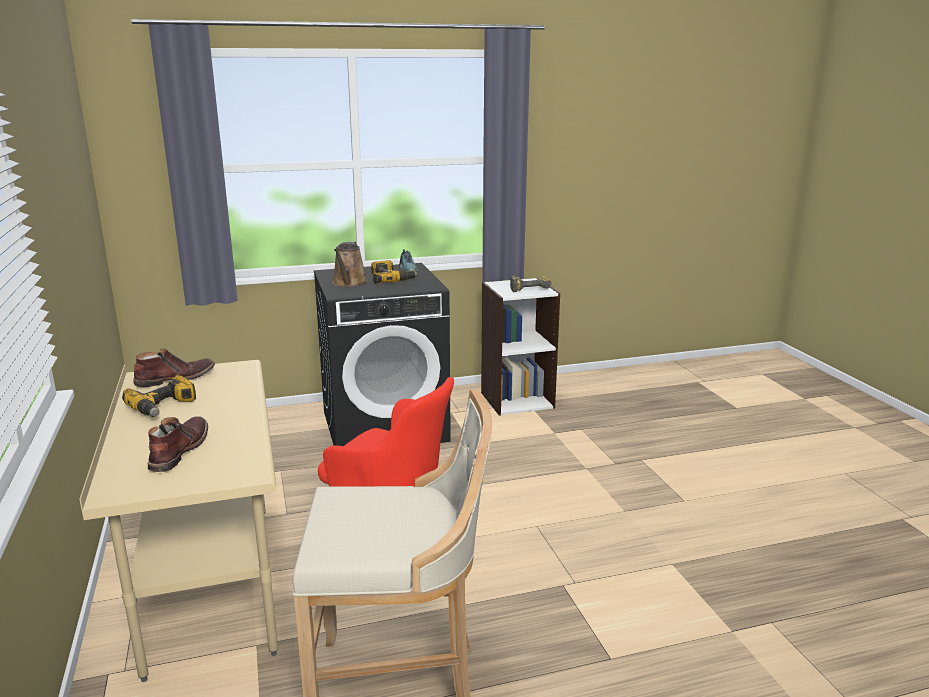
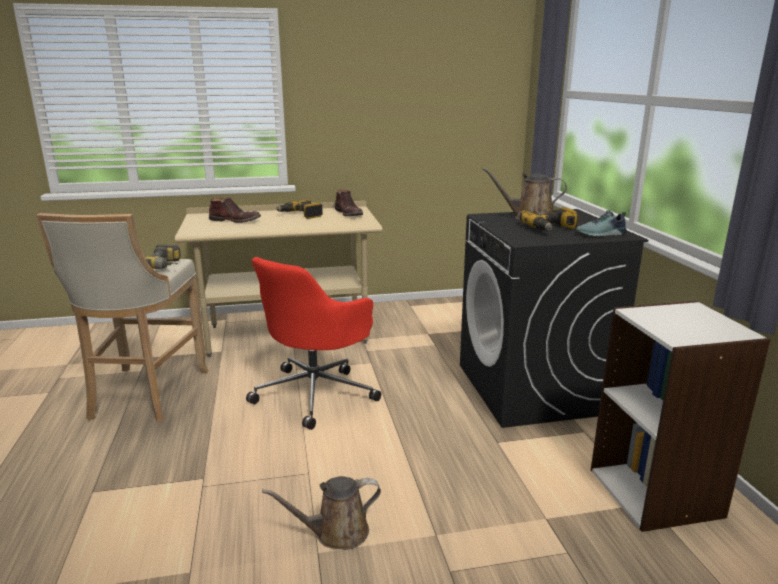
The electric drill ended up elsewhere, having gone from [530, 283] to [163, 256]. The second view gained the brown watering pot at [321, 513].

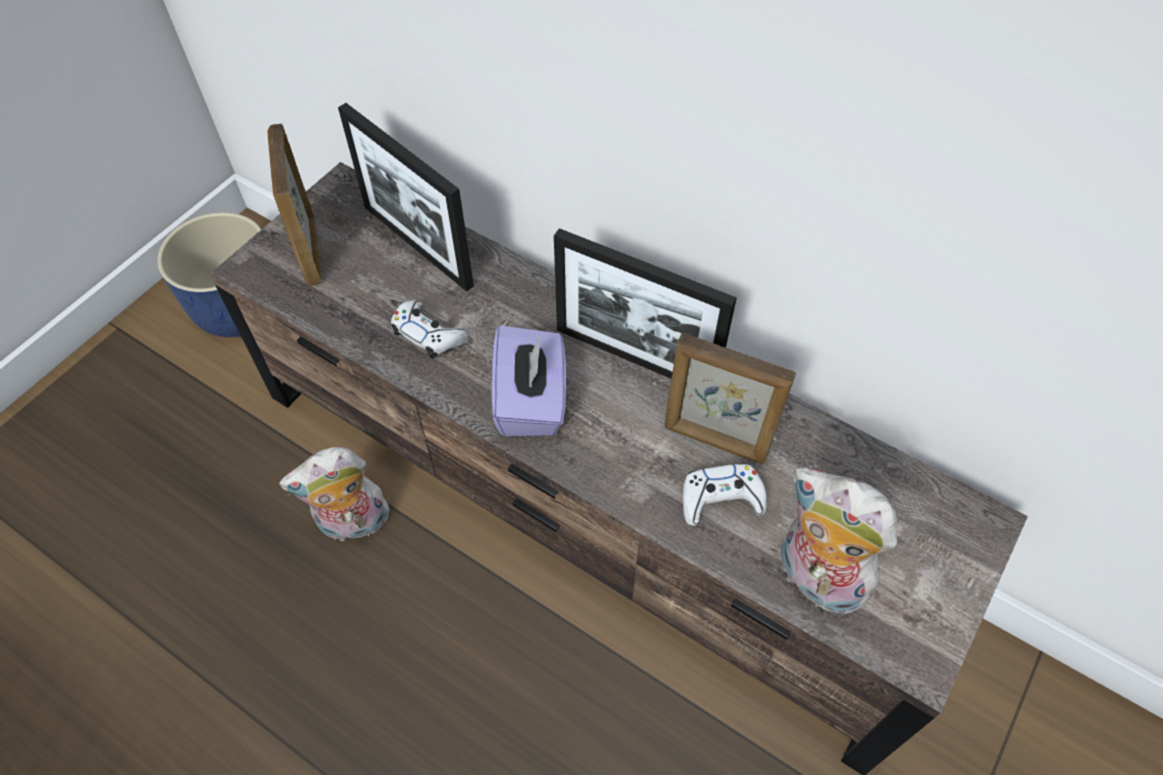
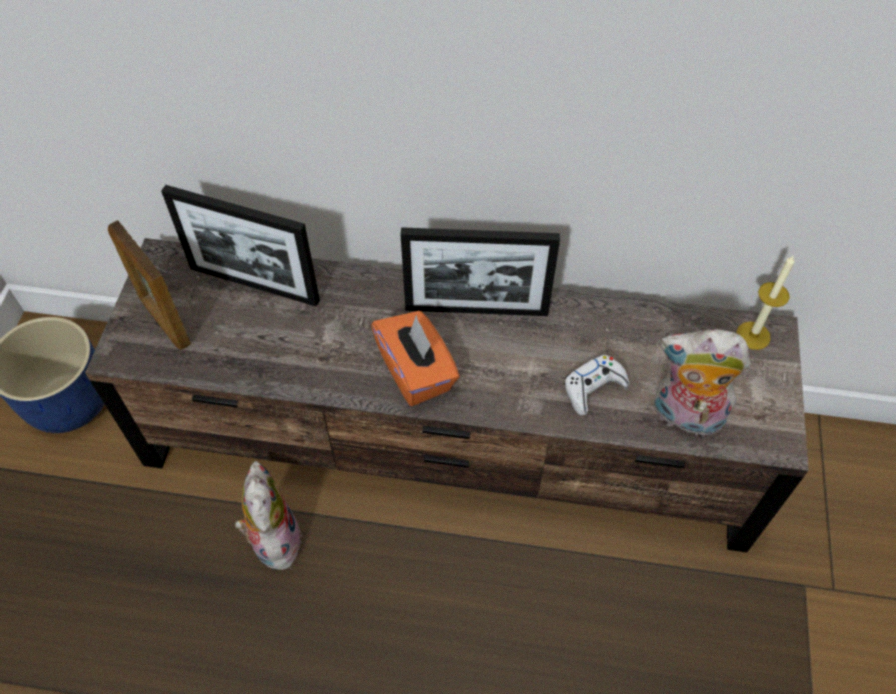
The cuddly toy at [334, 494] ended up facing another way, 120 degrees clockwise from before. The second view lost the white game controller at [429, 330]. What was the purplish tissue box at [528, 380] turned into the orange-coloured tissue box at [415, 358]. The second view lost the photo frame at [730, 398]. The second view gained the wax light at [765, 303].

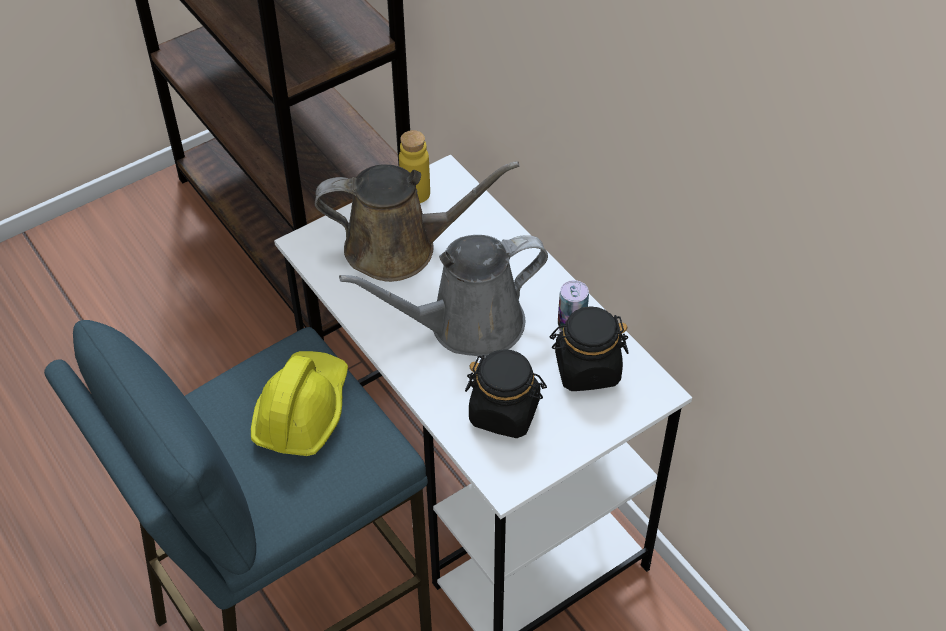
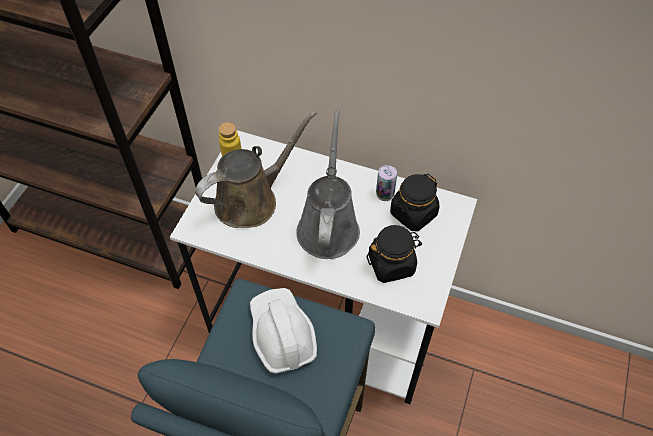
What was the yellowish work helmet at [299, 403] turned into the white work helmet at [283, 330]. The gray watering pot at [443, 295] ended up facing another way, 150 degrees clockwise from before.

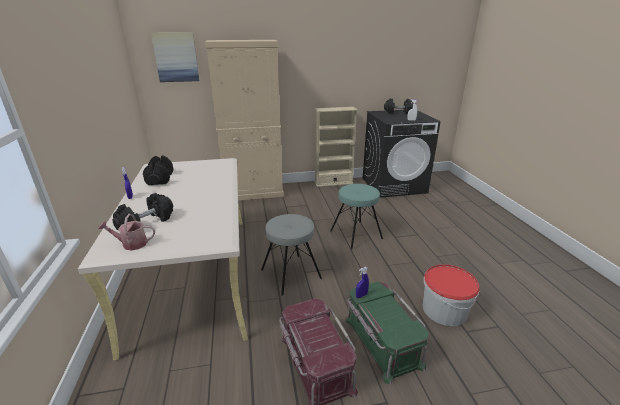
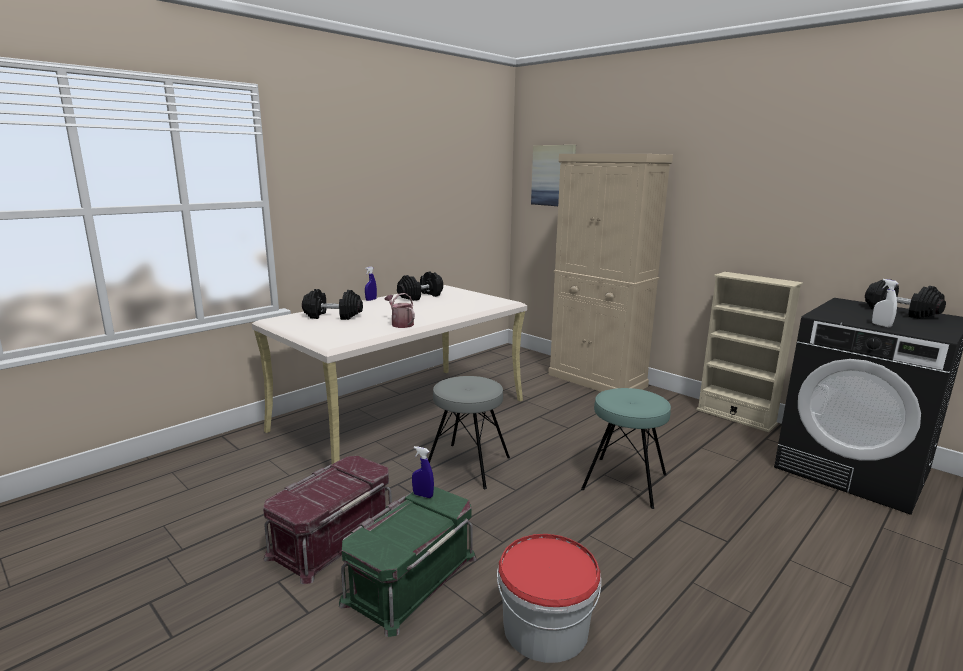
The watering pot ended up elsewhere, having gone from [126, 232] to [399, 310].

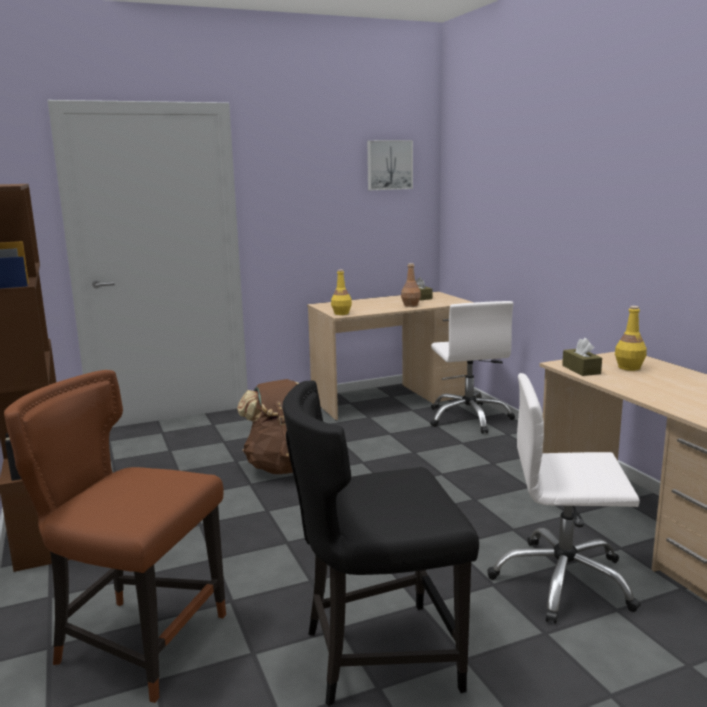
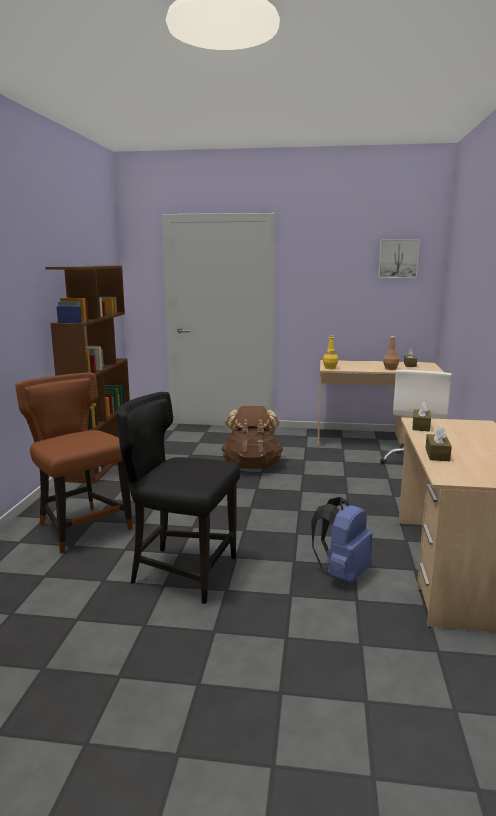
Where the white office chair stood at [564, 498], the bluish backpack came to stand at [341, 540]. The second view lost the yellowish drink bottle at [631, 338]. The second view gained the brown tissue box at [439, 443].

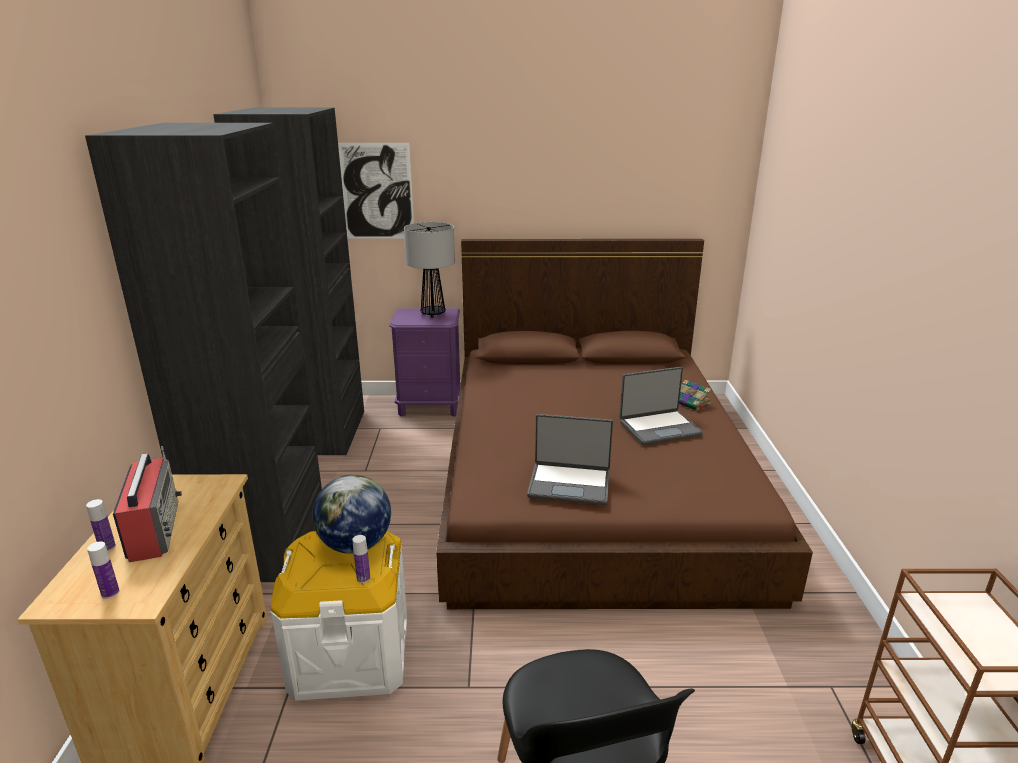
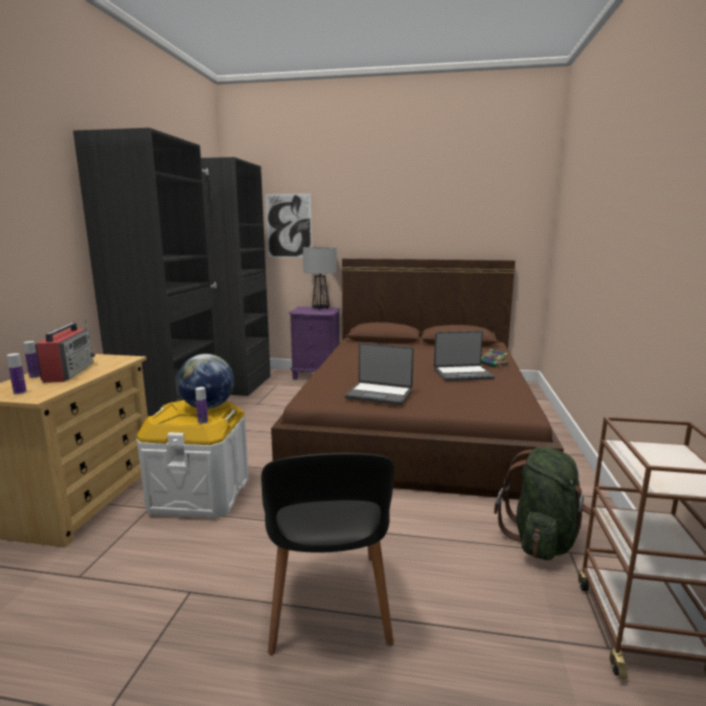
The second view gained the greenish backpack at [542, 503].

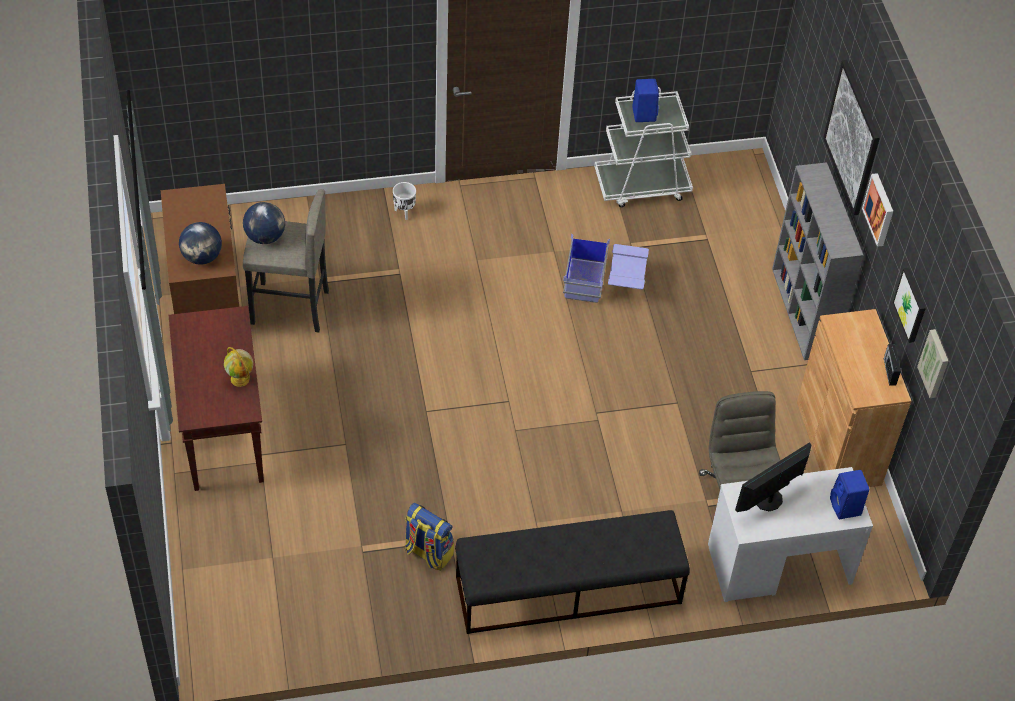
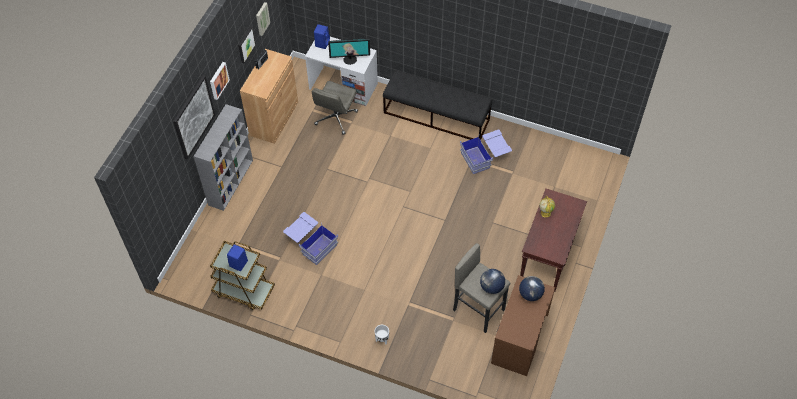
Where the backpack stood at [429, 536], the bluish storage box came to stand at [486, 151]. What was the white cart at [643, 147] turned into the brown cart at [242, 275].

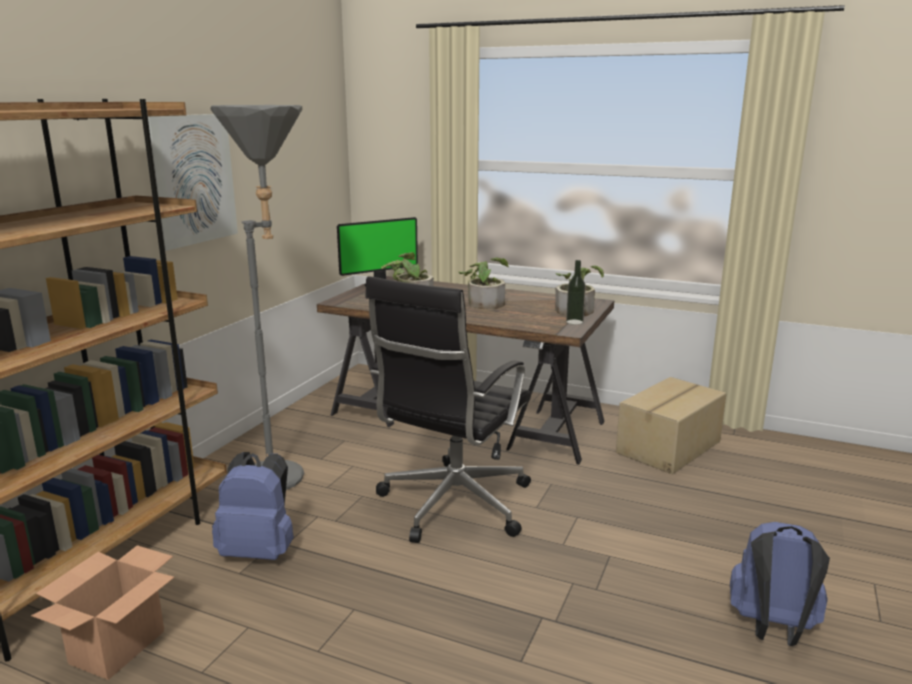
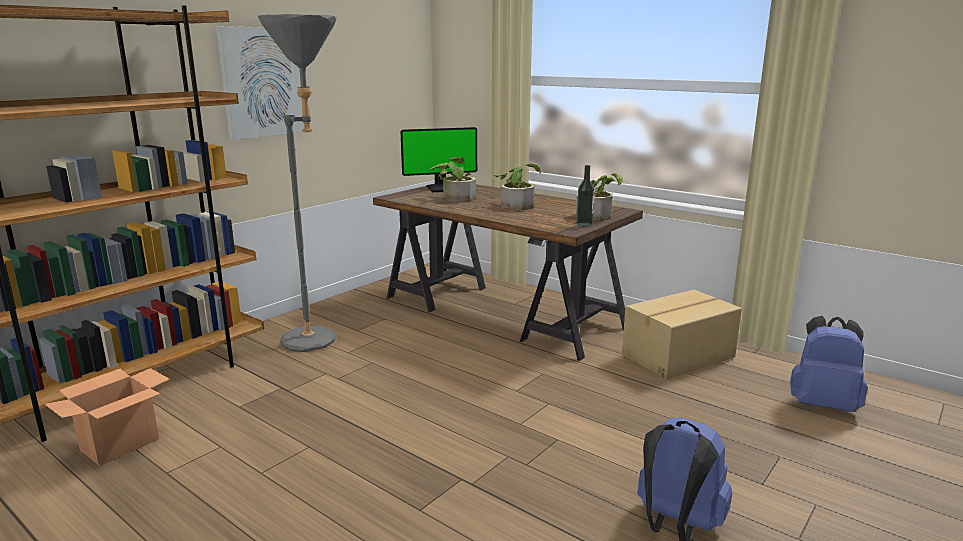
The bluish backpack ended up elsewhere, having gone from [253, 506] to [829, 364]. The second view lost the black office chair at [448, 409].

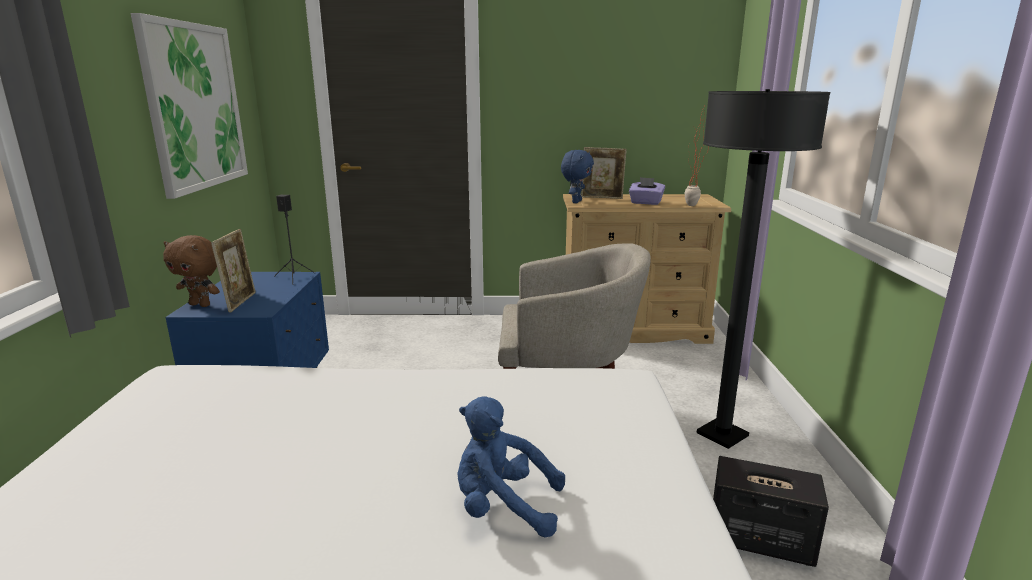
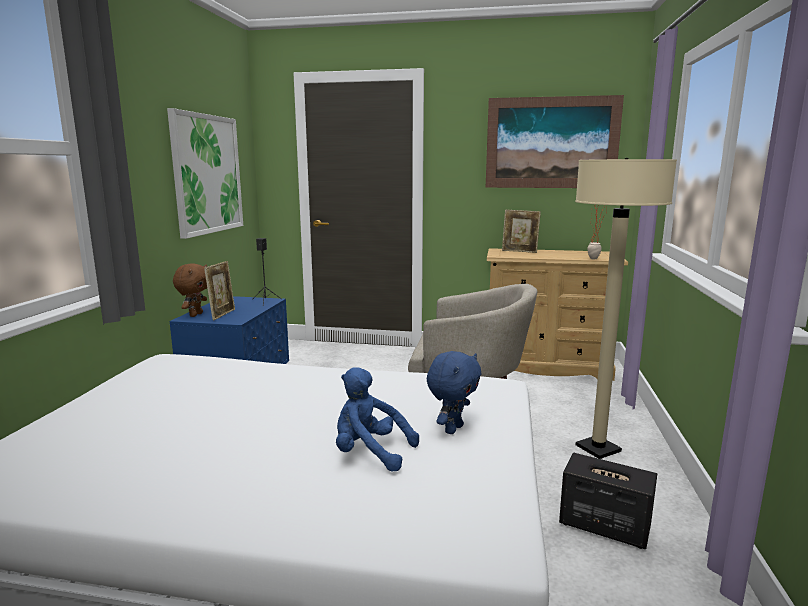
The brown cuddly toy at [191, 271] ended up facing another way, 105 degrees counterclockwise from before. The bluish cuddly toy ended up elsewhere, having gone from [577, 176] to [454, 392]. The second view lost the purplish tissue box at [647, 191]. What was the black standing lamp at [764, 269] turned into the beige-coloured standing lamp at [626, 308]. The second view gained the wall picture at [555, 141].

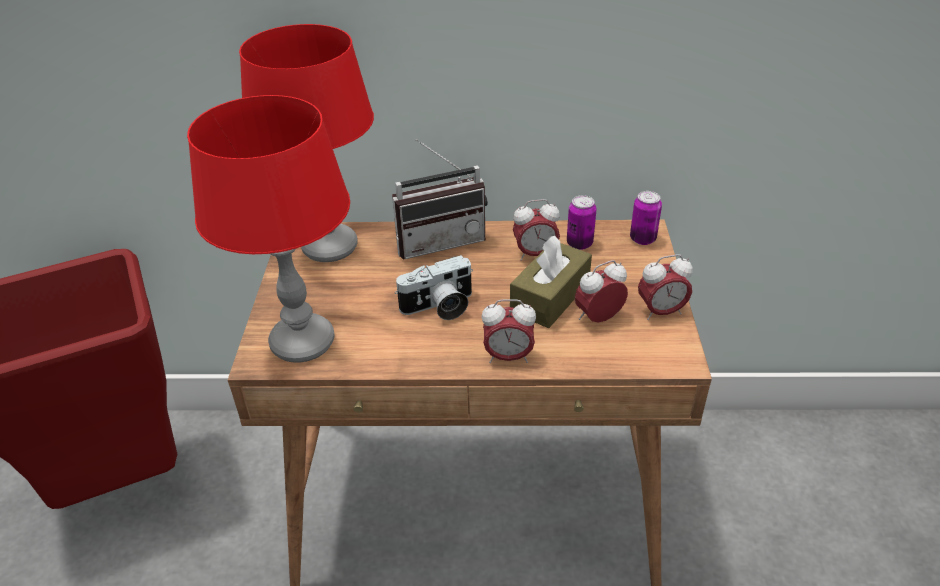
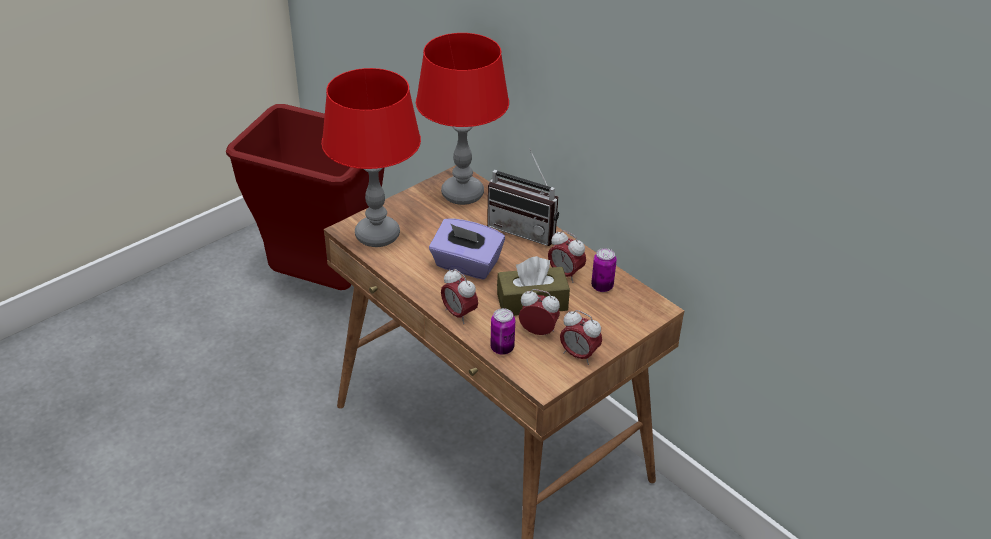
Where the photo camera stood at [434, 287], the purplish tissue box came to stand at [467, 249]. The metal can ended up elsewhere, having gone from [646, 218] to [502, 331].

